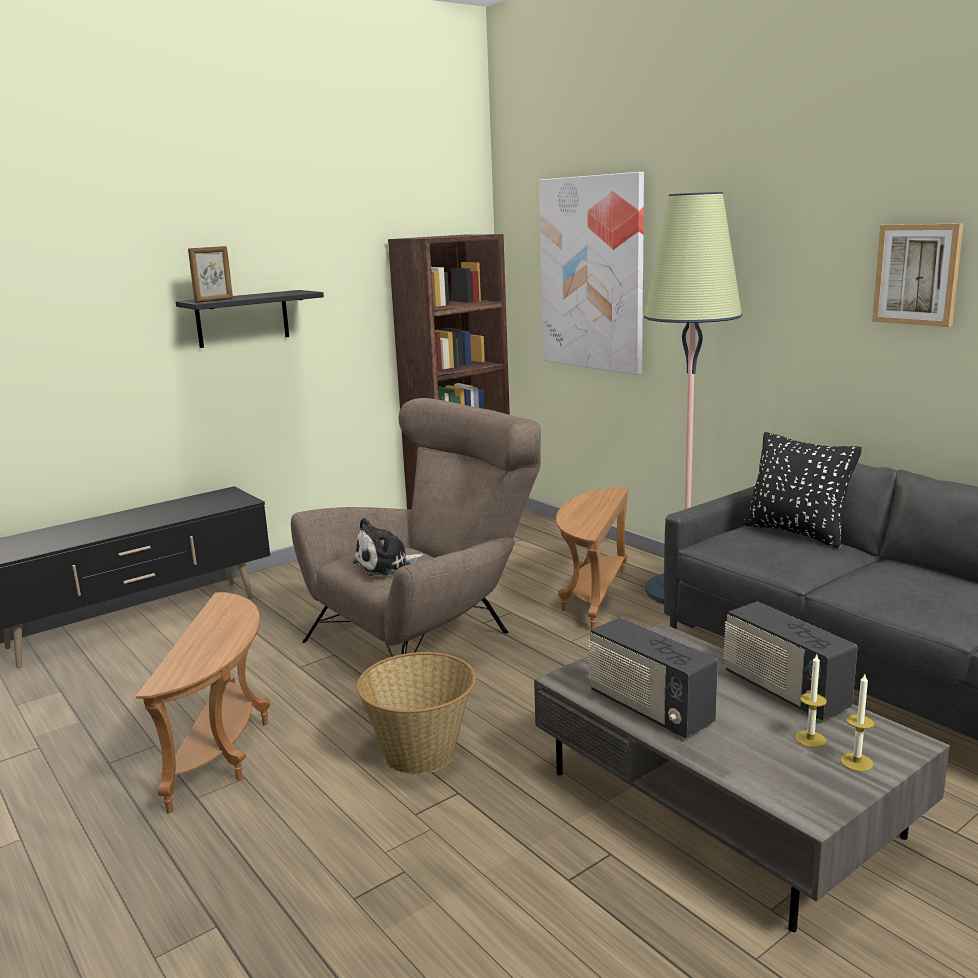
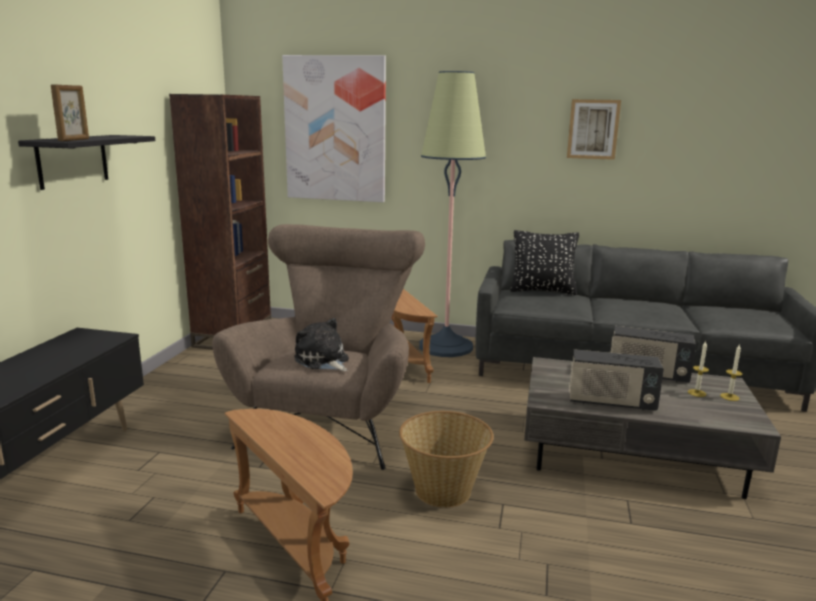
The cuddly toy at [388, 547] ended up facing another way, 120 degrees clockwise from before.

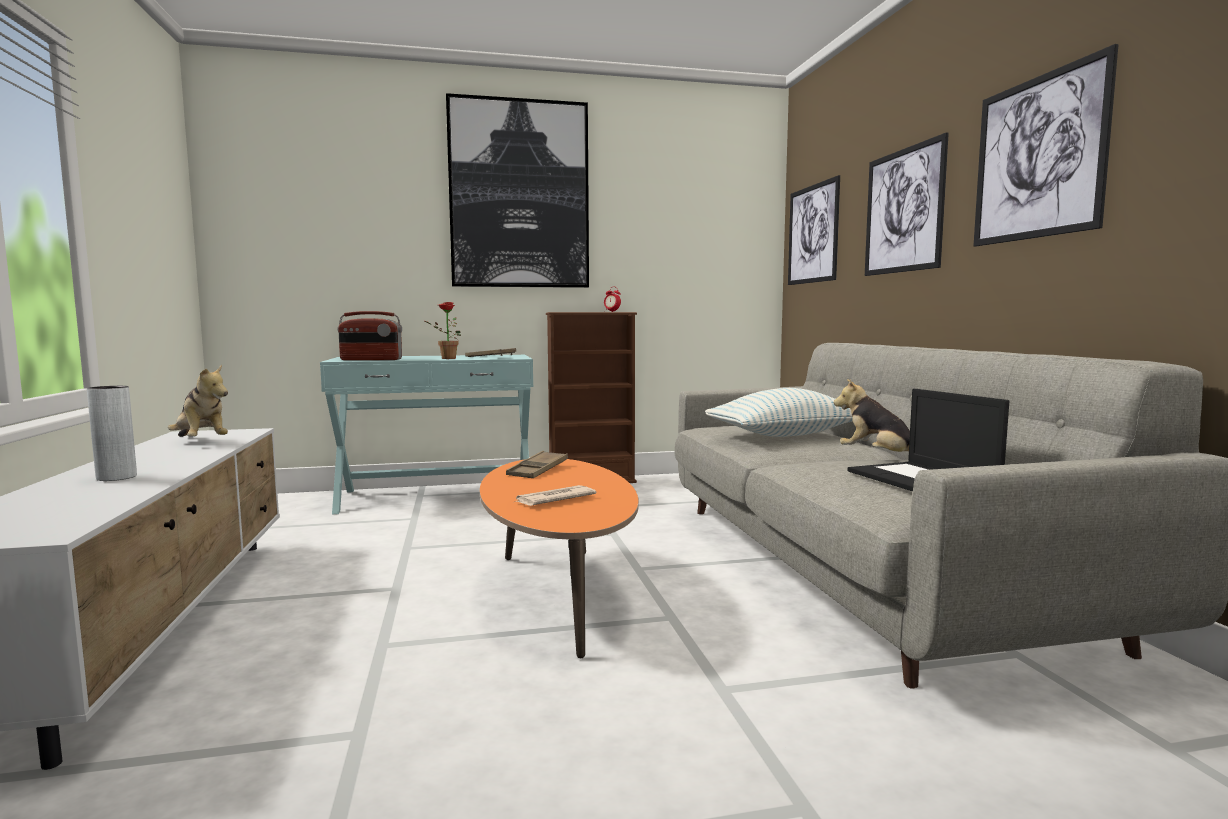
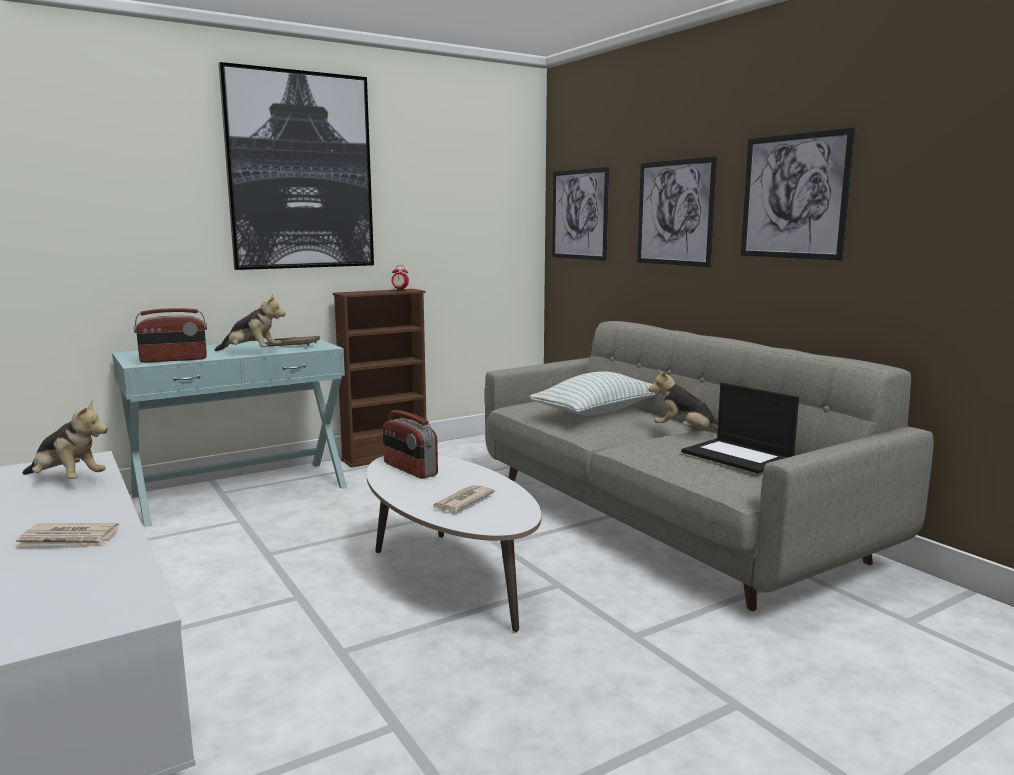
Where the gray vase stood at [112, 433], the printed paper came to stand at [67, 535]. Where the plant in a pot stood at [443, 330], the cuddly toy came to stand at [250, 322]. What was the orange-coloured coffee table at [559, 558] turned into the white coffee table at [454, 543]. Where the brown carrying tray stood at [537, 464], the radio set came to stand at [410, 444].

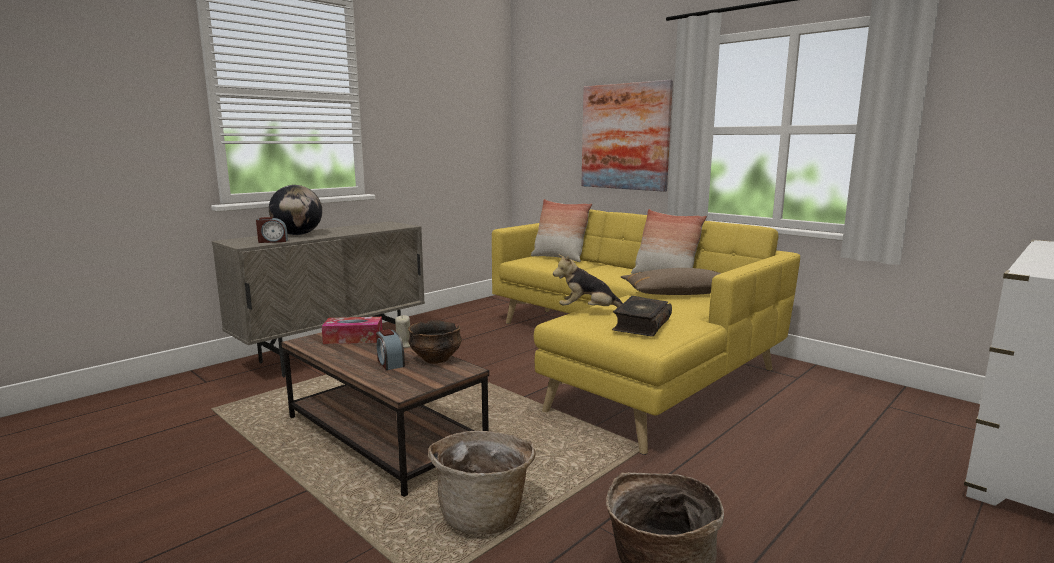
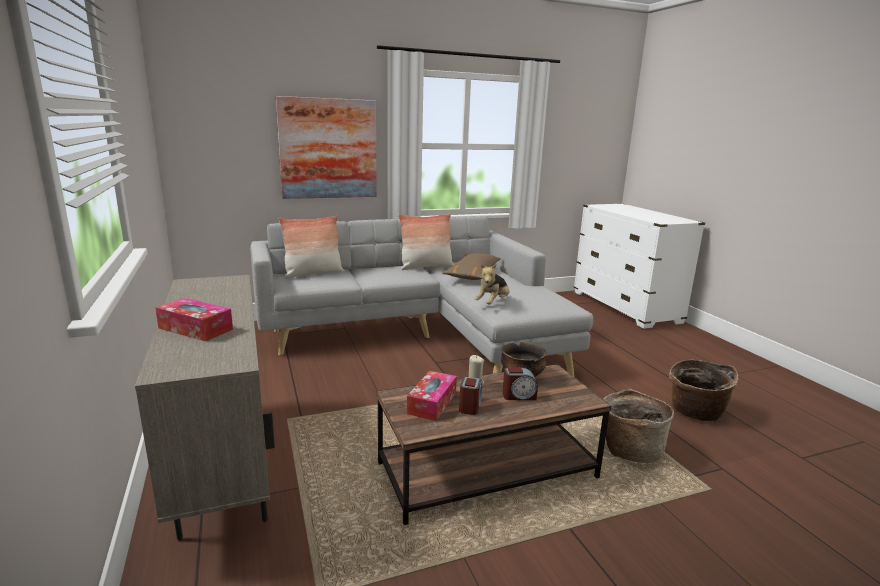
The alarm clock ended up elsewhere, having gone from [272, 230] to [471, 396]. Where the globe stood at [295, 210], the tissue box came to stand at [194, 319]. What was the yellowish sofa at [646, 332] turned into the gray sofa at [421, 296]. The second view lost the book at [642, 316].

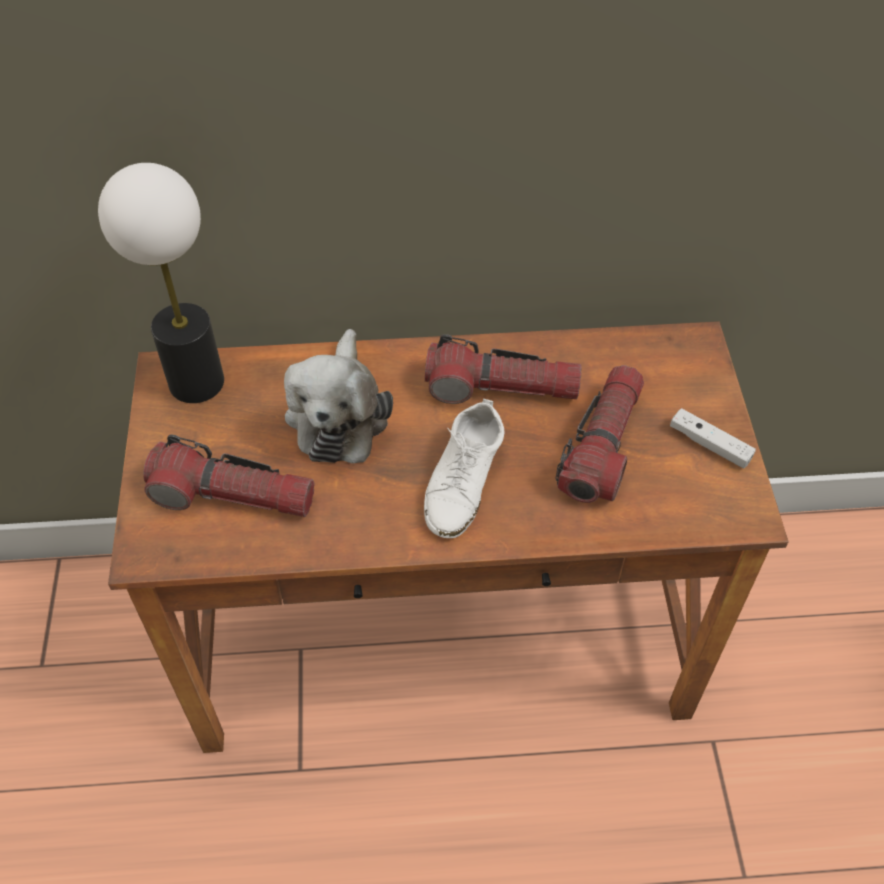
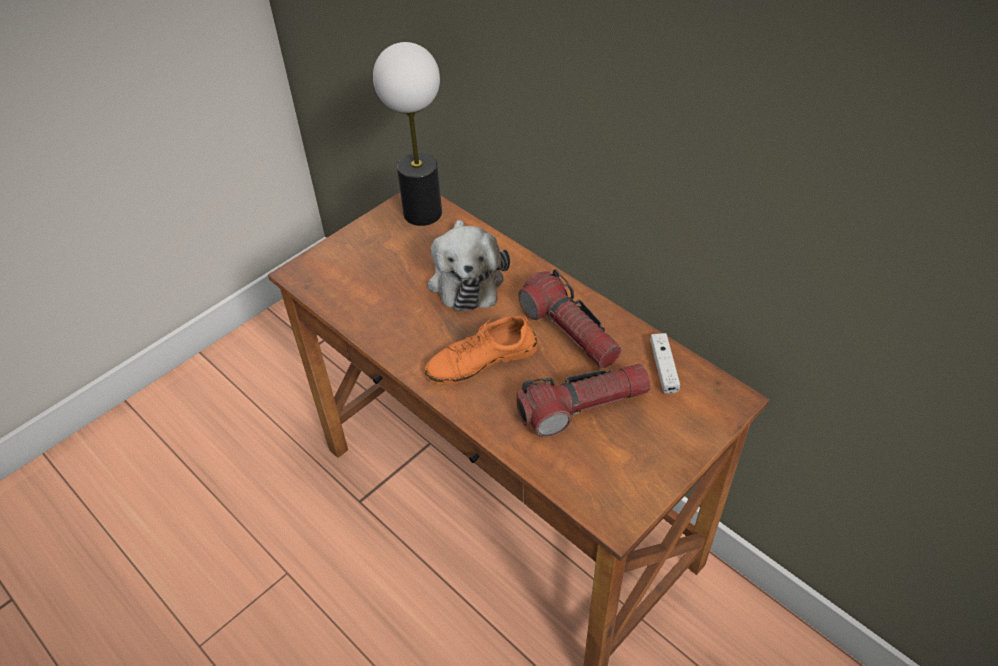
The second view lost the hand torch at [228, 475]. The cuddly toy at [338, 396] ended up facing another way, 60 degrees counterclockwise from before. What was the white shoe at [464, 468] turned into the orange-coloured shoe at [481, 350]. The white game controller ended up elsewhere, having gone from [713, 438] to [665, 363].

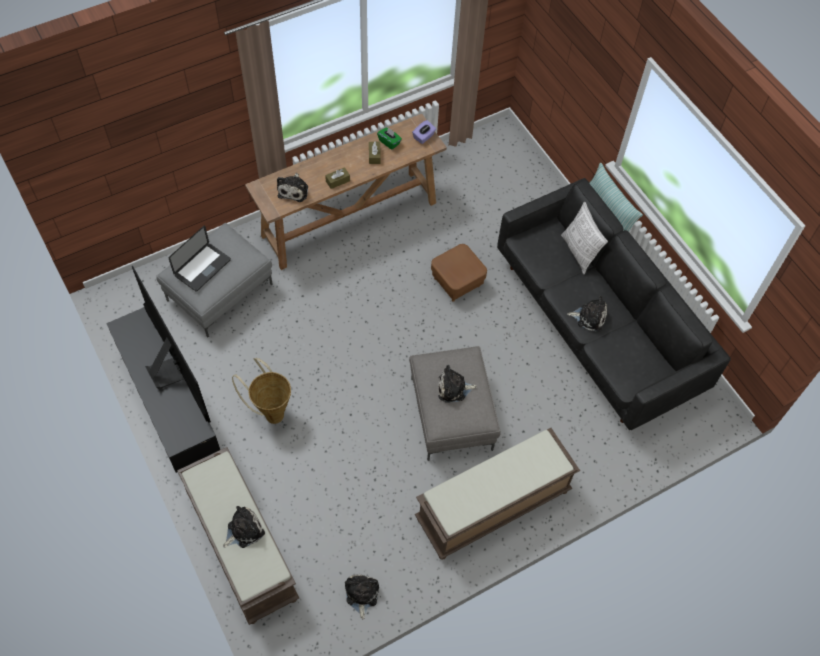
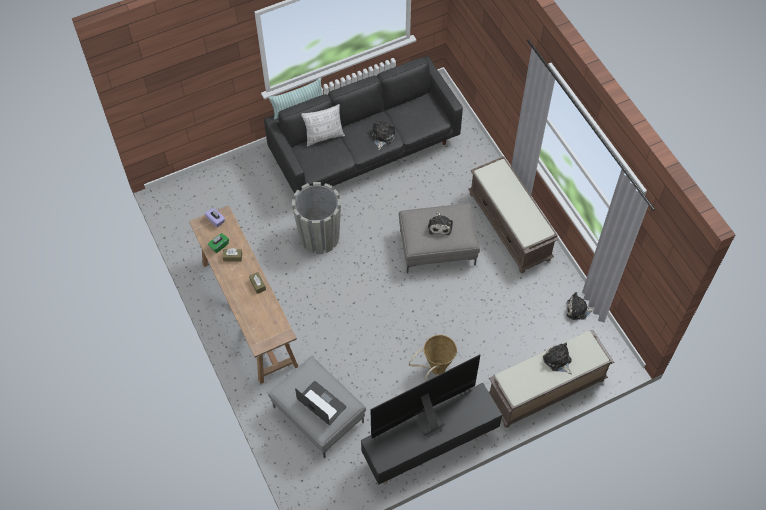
The second view lost the cuddly toy at [292, 187]. Where the brown footrest stood at [459, 272], the gray plant pot came to stand at [316, 218].

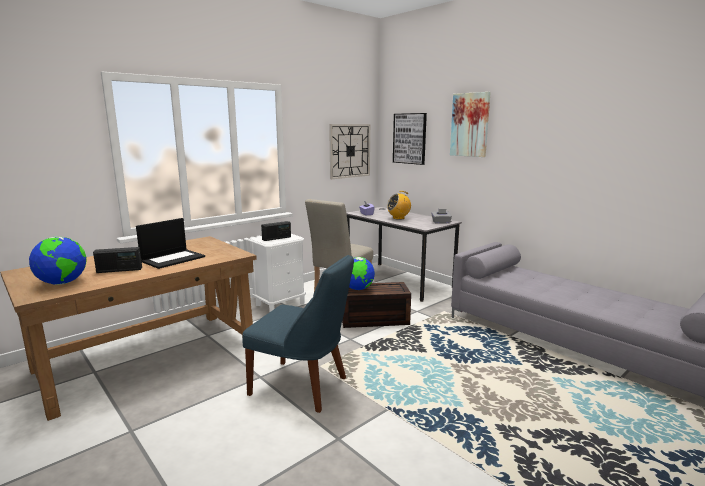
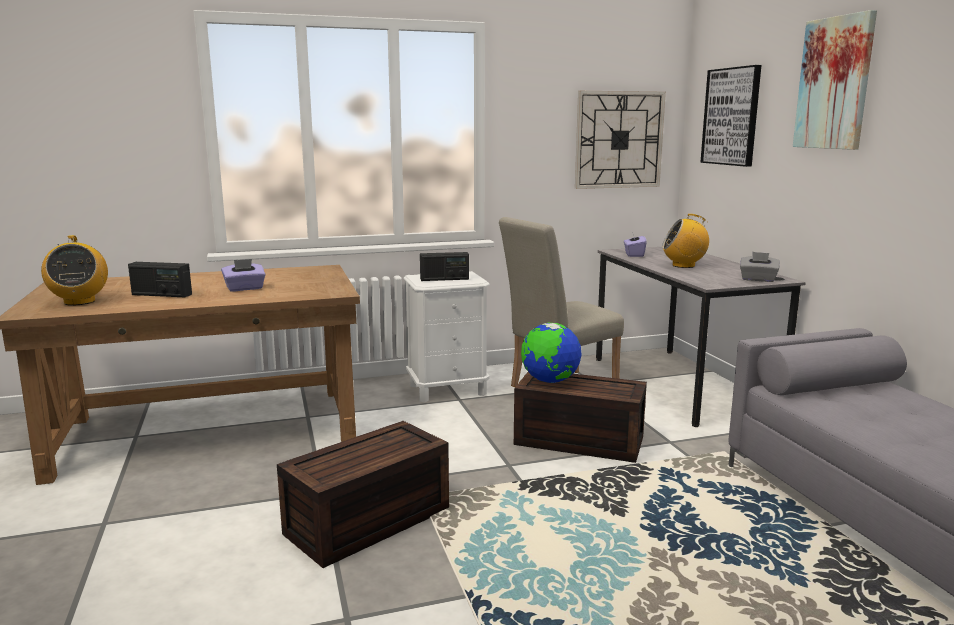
Where the globe stood at [57, 261], the radio set came to stand at [74, 270]. Where the portable computer stood at [170, 243], the purplish tissue box came to stand at [243, 275]. Where the bluish chair stood at [298, 334], the brown storage box came to stand at [363, 494].

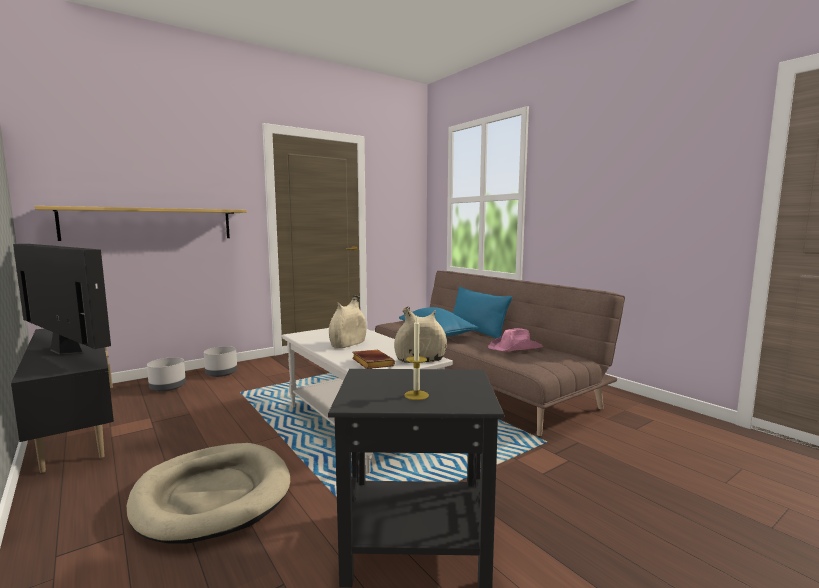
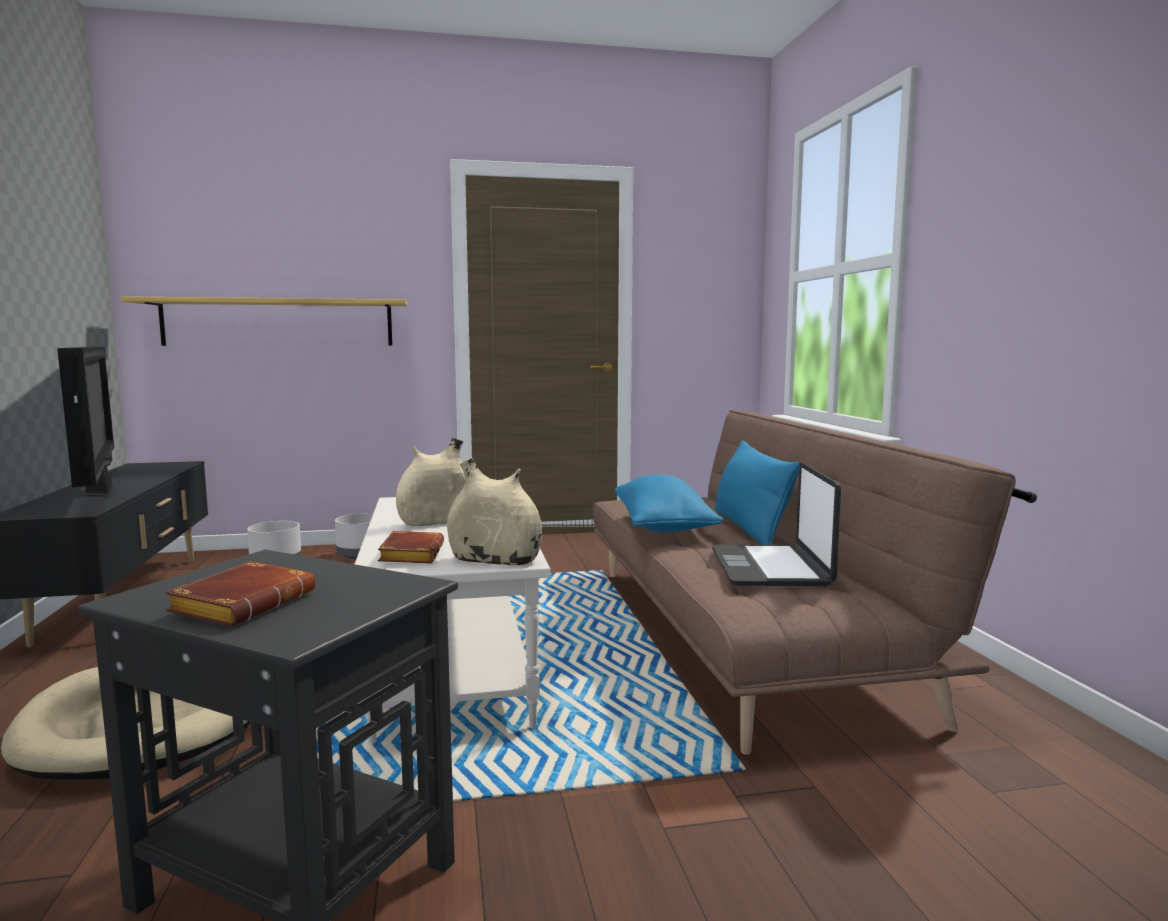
Where the wax light stood at [416, 359], the brown book came to stand at [240, 593]. Where the pinkish wearable hat stood at [515, 339], the portable computer came to stand at [777, 524].

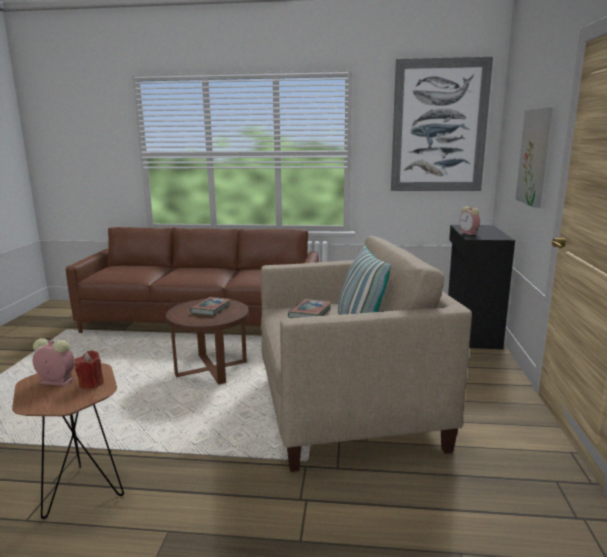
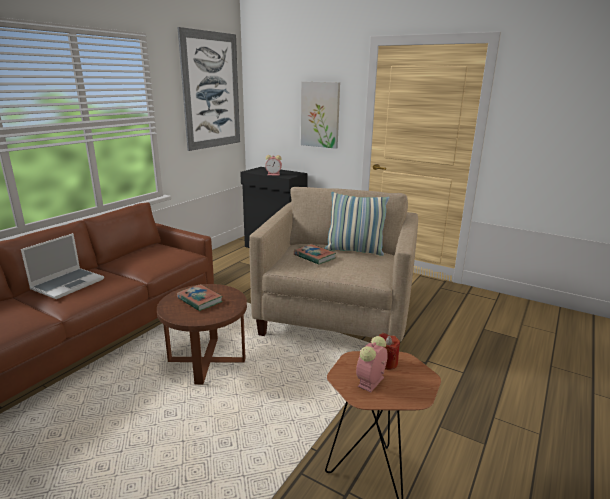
The second view gained the portable computer at [62, 266].

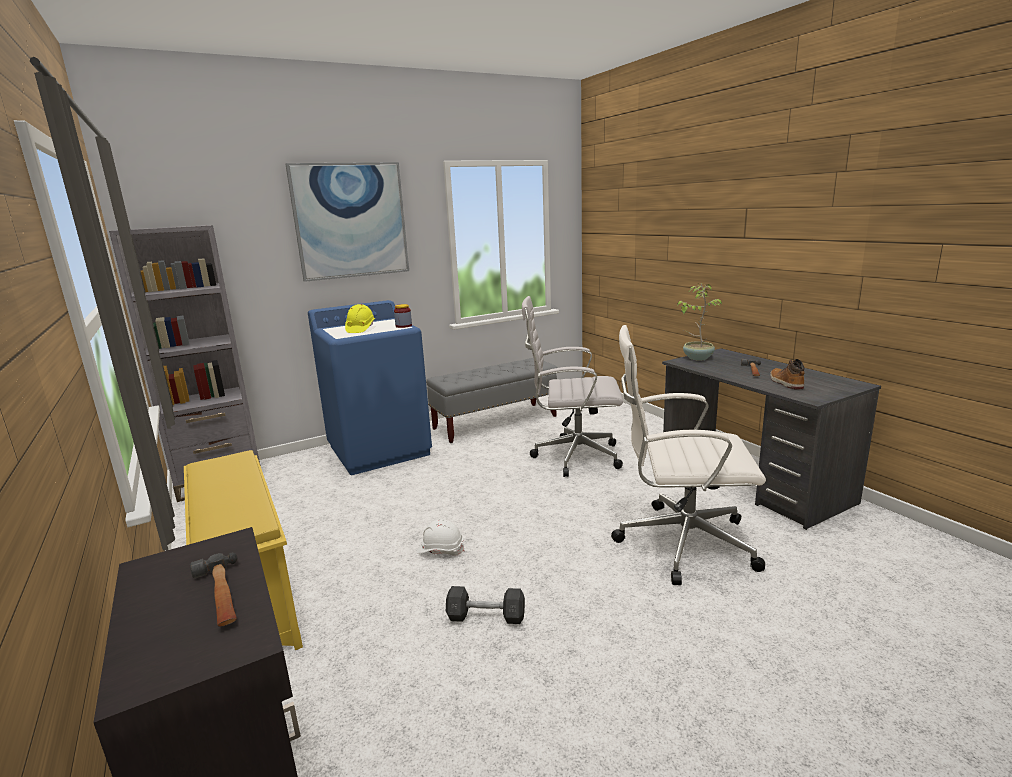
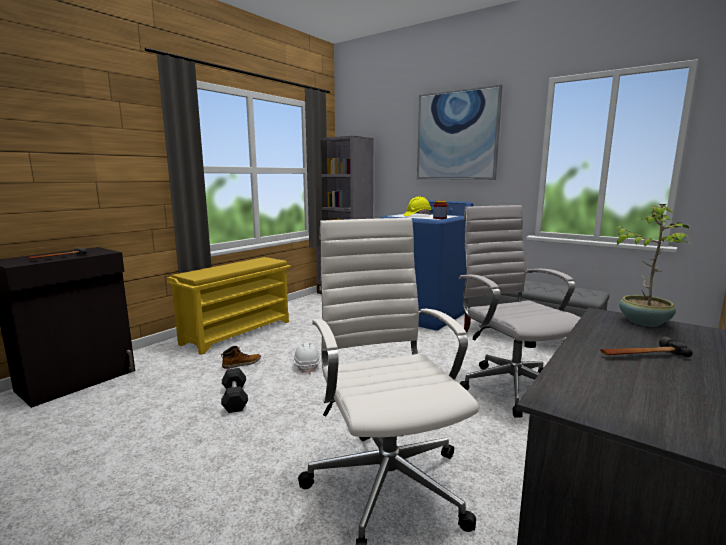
The boot ended up elsewhere, having gone from [787, 374] to [241, 357].

